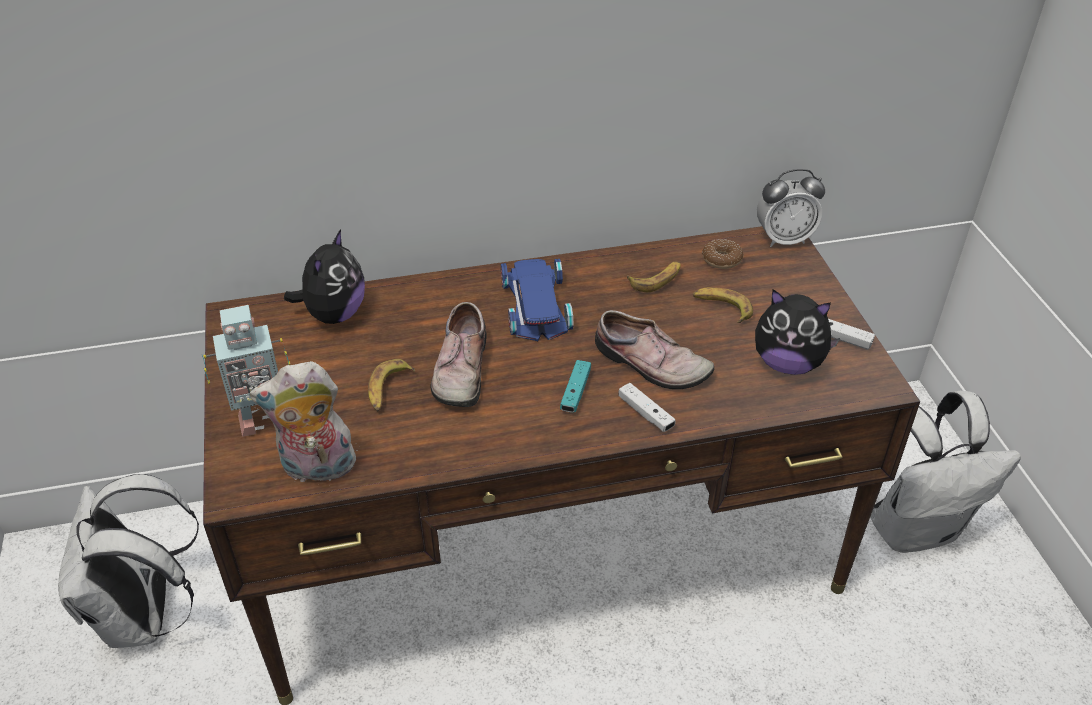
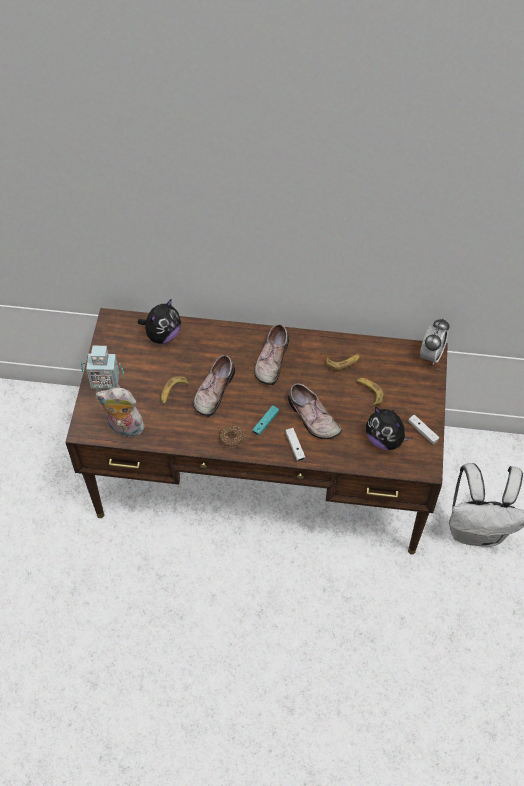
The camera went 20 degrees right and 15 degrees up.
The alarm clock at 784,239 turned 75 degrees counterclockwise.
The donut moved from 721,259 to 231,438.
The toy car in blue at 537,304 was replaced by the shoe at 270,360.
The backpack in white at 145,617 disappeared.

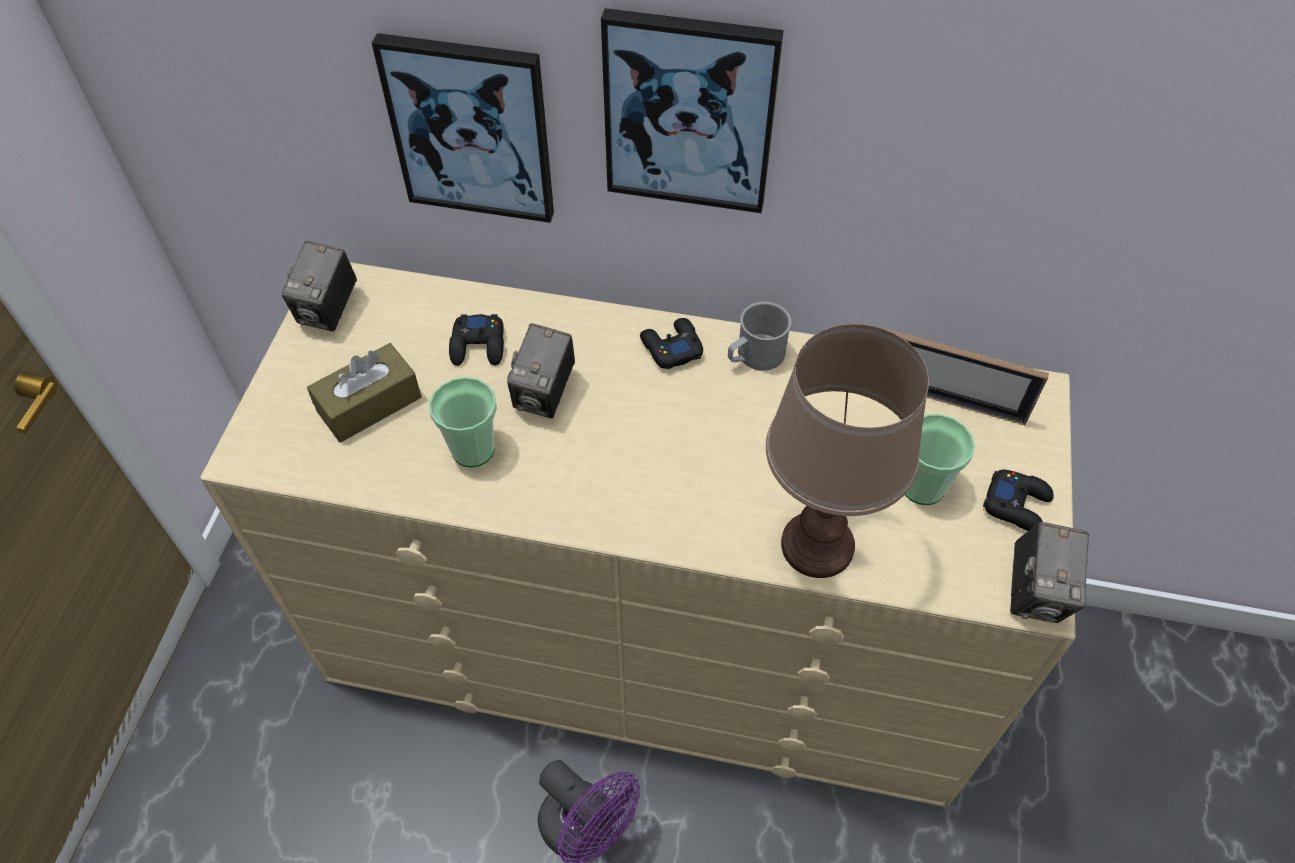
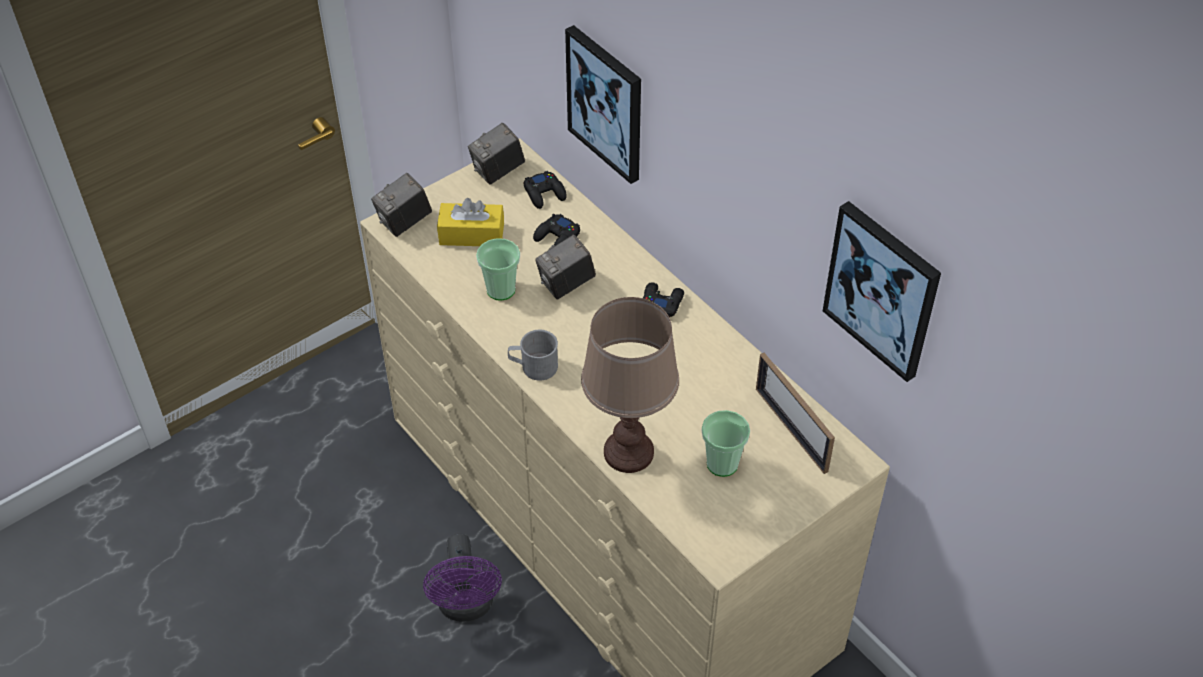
The camera went 40 degrees right and 5 degrees down.
The picture moved from 689,112 to 882,290.
The mug in grey moved from 754,356 to 533,366.
The tissue box in brown at 369,404 became the tissue box in yellow at 471,234.
The game controller in black moved from 1017,505 to 545,193.
The photo camera moved from 1036,592 to 404,222.

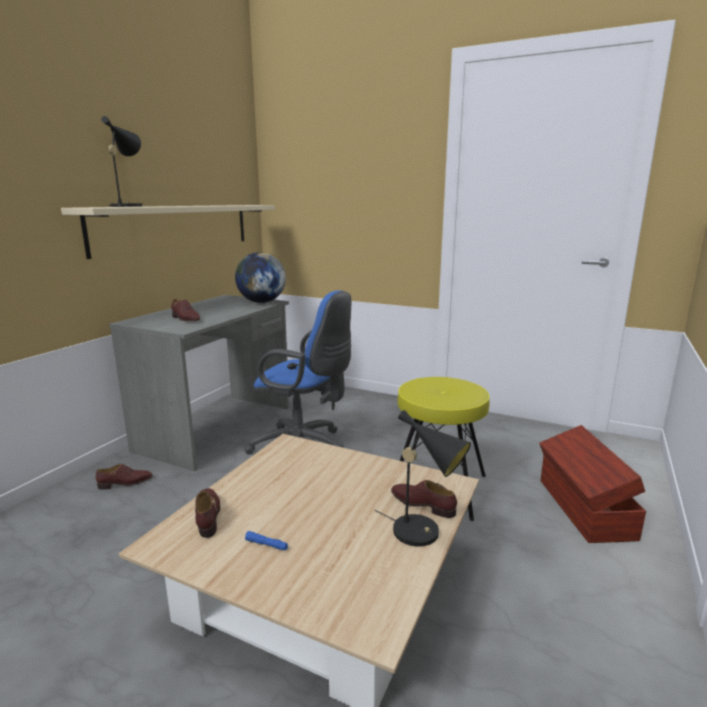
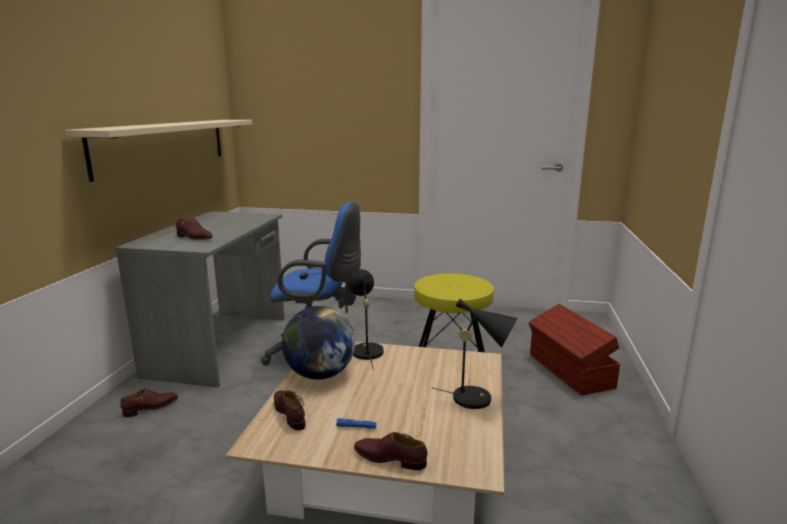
The camera went 15 degrees left and 0 degrees up.
The table lamp in black moved from 128,206 to 365,350.
The globe moved from 261,302 to 320,374.
The shoe in brown moved from 422,504 to 390,458.

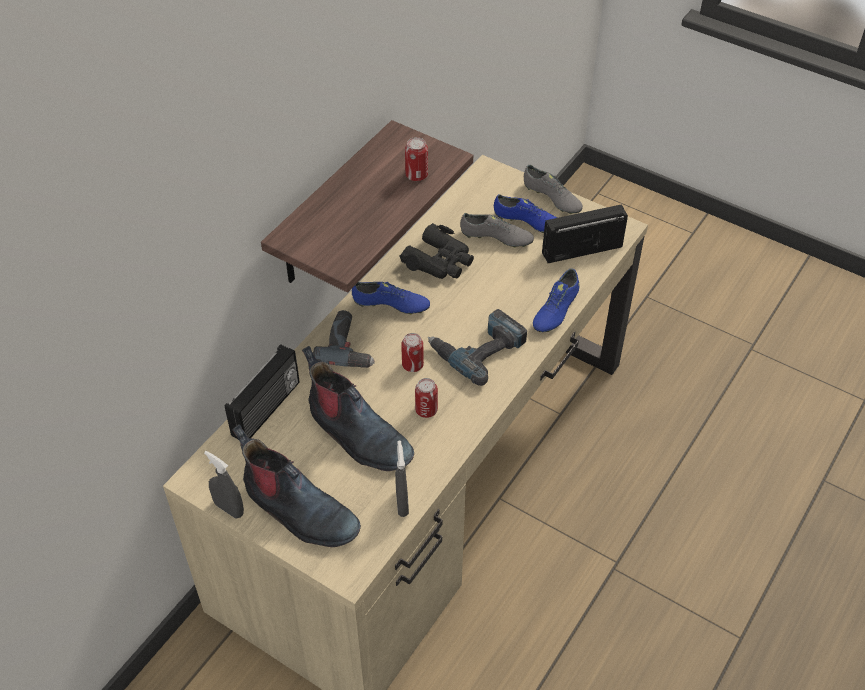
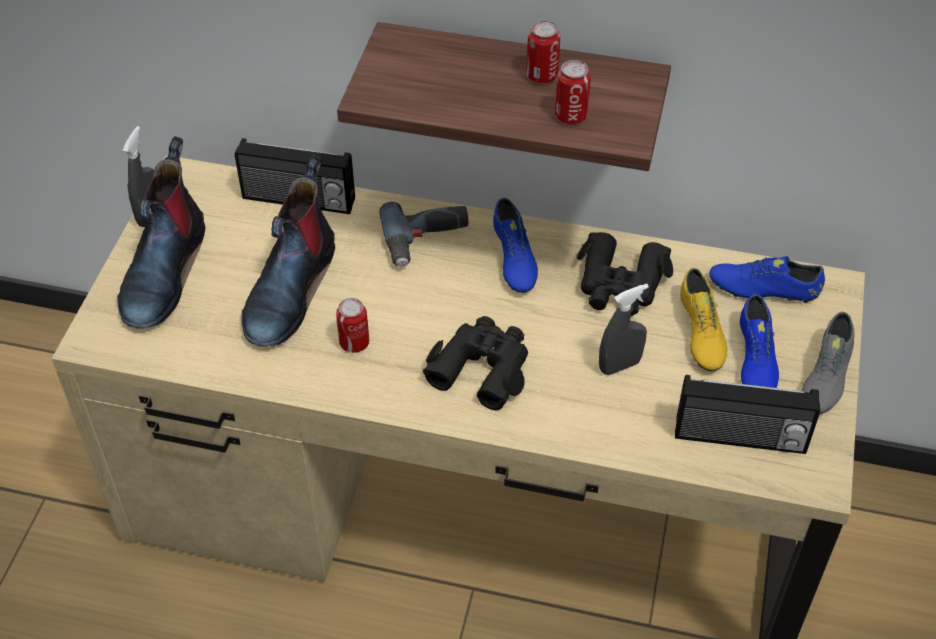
The camera went 70 degrees right and 0 degrees up.
The radio at 581,249 turned 135 degrees clockwise.
The shoe in grey at 496,238 became the shoe in yellow at 700,333.
The shoe in blue moved from 555,310 to 763,289.
The power drill at 478,348 was replaced by the binoculars in black at 482,368.
The can moved from 412,365 to 542,75.
The spray bottle in grey moved from 402,503 to 619,366.

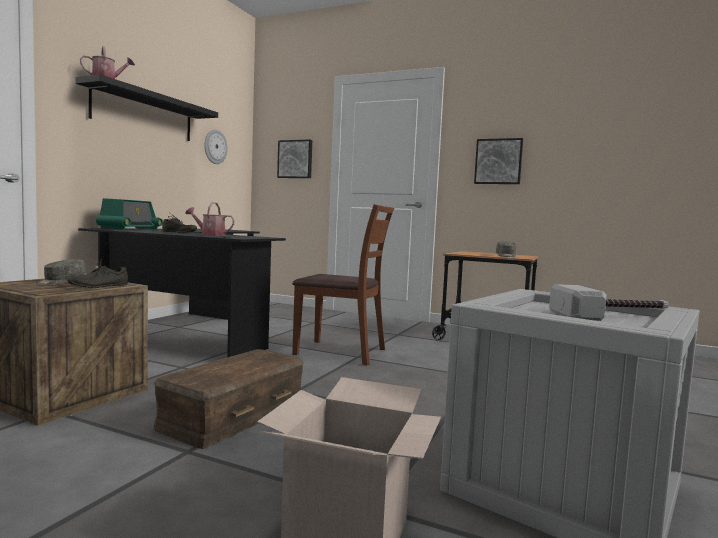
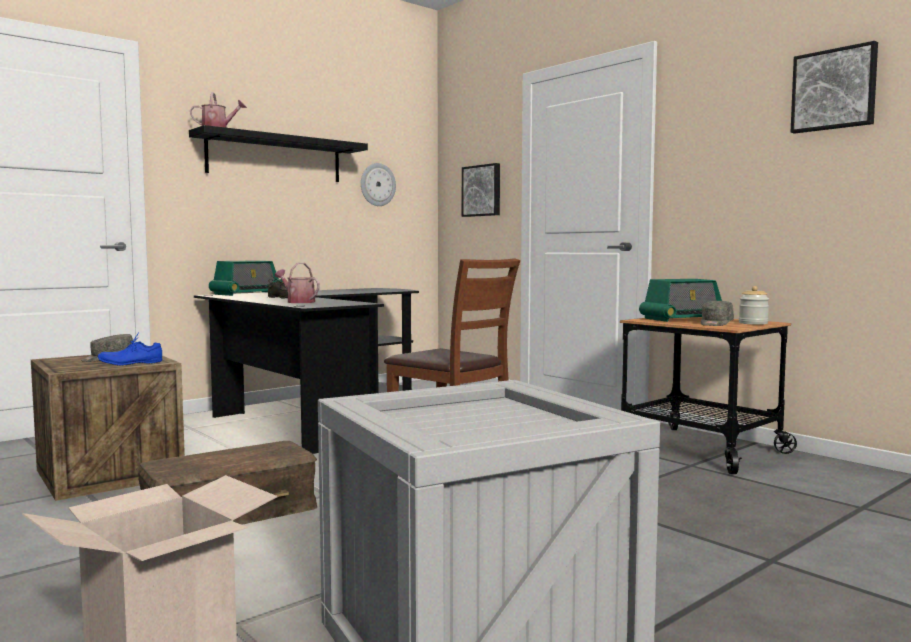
The camera went 25 degrees right and 0 degrees up.
The picture moved from 498,161 to 834,90.
The shoe in grey at 97,286 became the shoe in blue at 130,363.
The hammer at 612,317 disappeared.
The radio at 684,319 appeared.
The jar at 753,323 appeared.

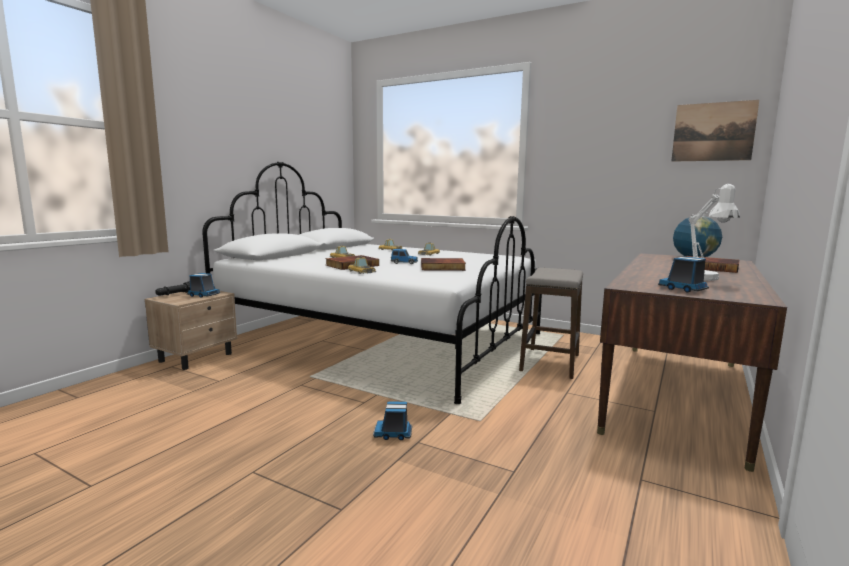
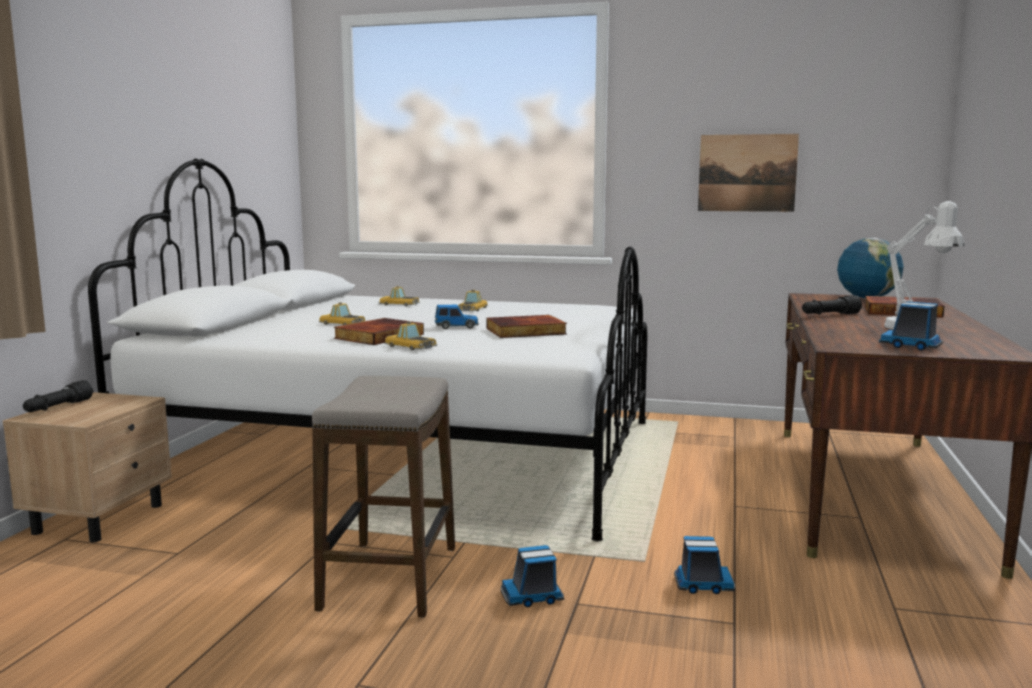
The camera went 15 degrees left and 0 degrees up.
The picture moved from 713,132 to 747,173.
The stool moved from 549,363 to 389,578.
The toy truck moved from 203,295 to 702,585.
The flashlight in black at 829,315 appeared.

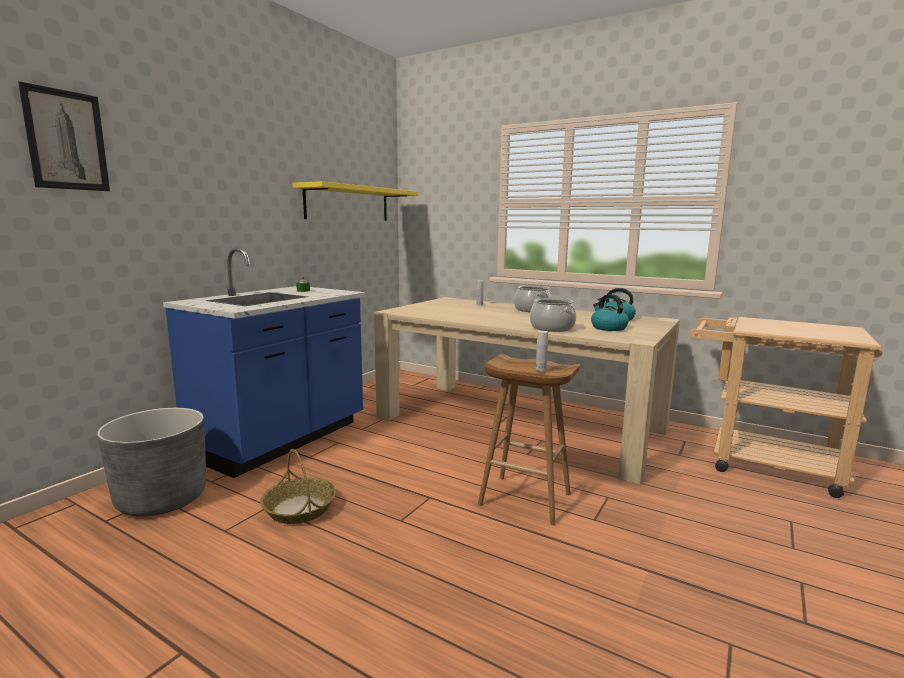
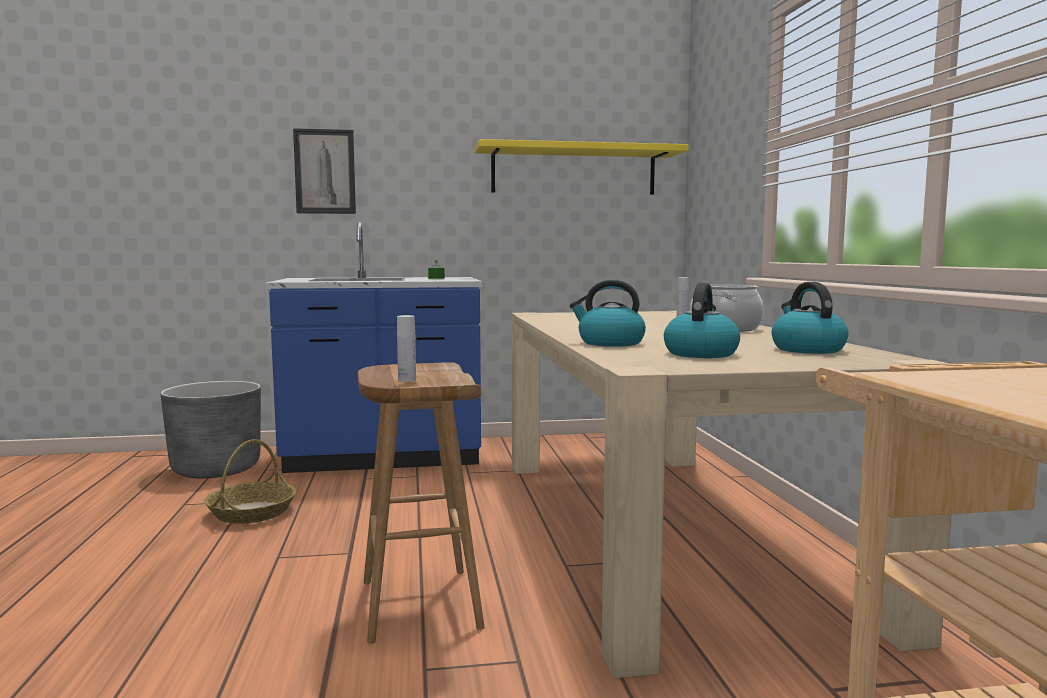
The camera went 50 degrees right and 5 degrees down.
The picture moved from 66,140 to 325,171.
The cooking pot at 552,328 was replaced by the kettle at 609,343.

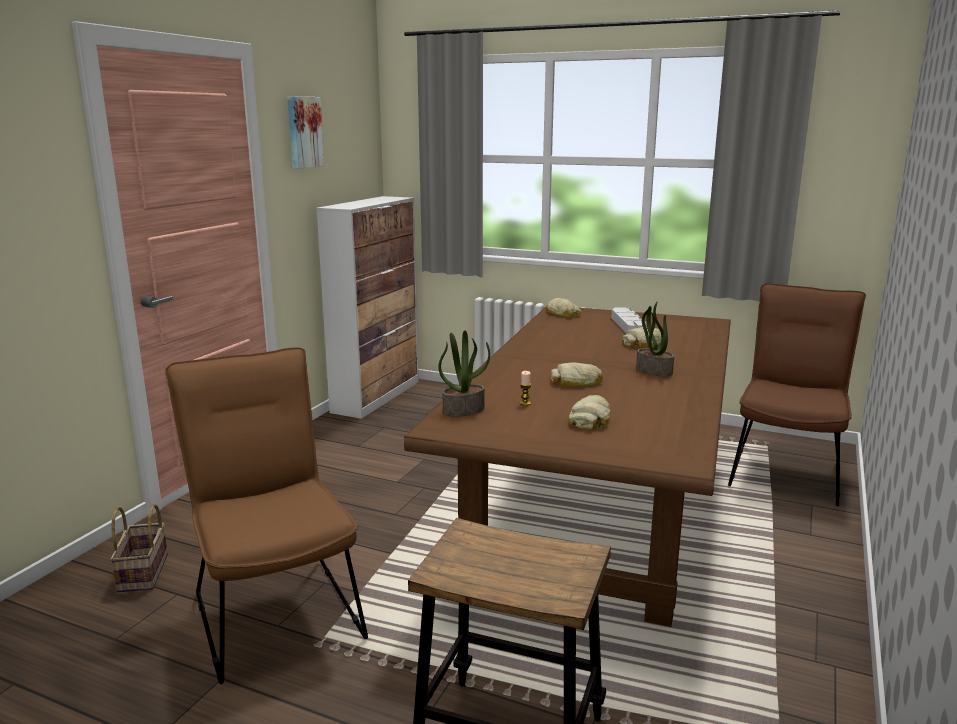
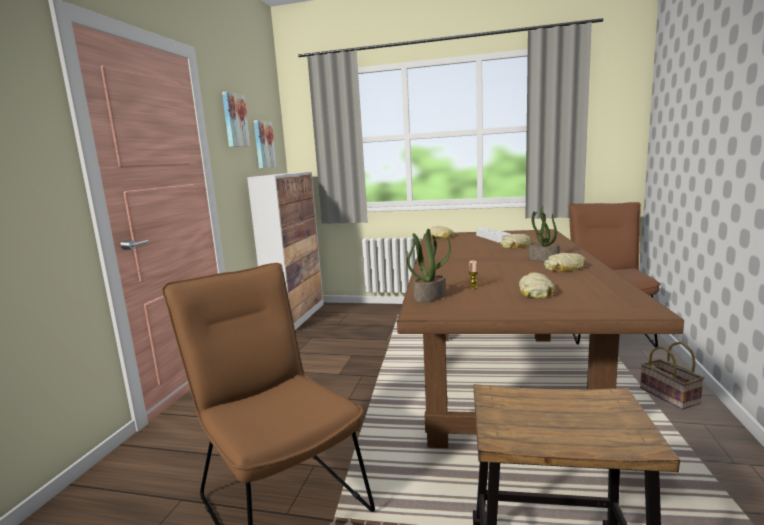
The camera went 10 degrees left and 5 degrees down.
The bread moved from 576,382 to 566,268.
The basket moved from 144,574 to 670,396.
The picture at 263,144 appeared.

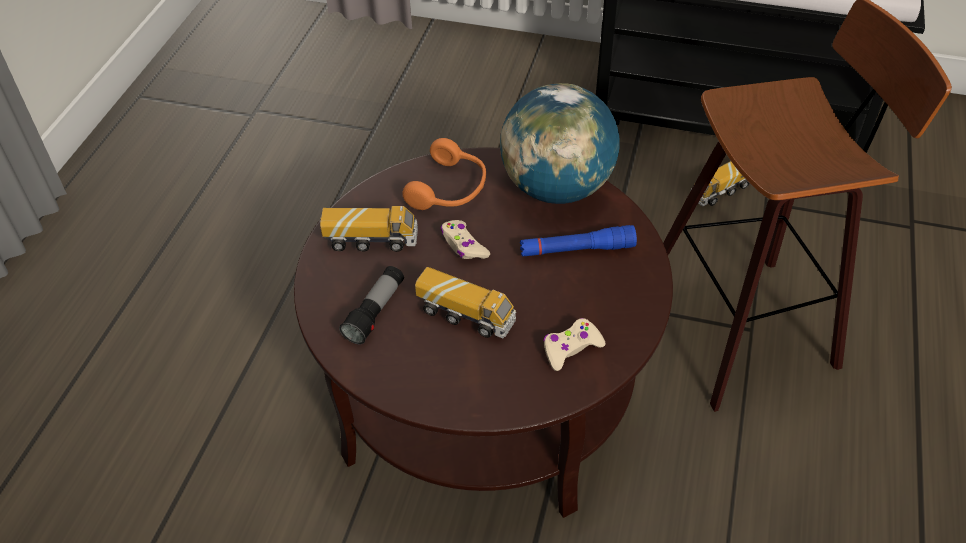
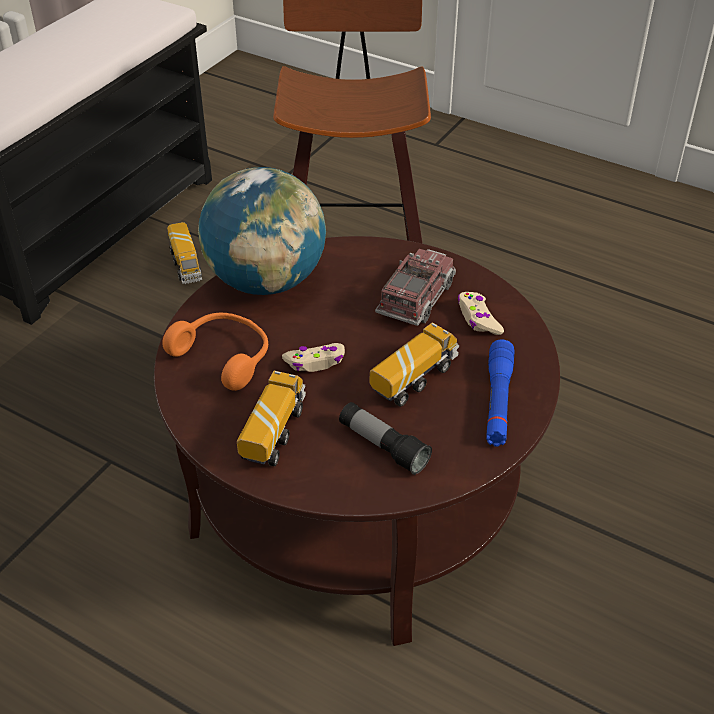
The camera went 75 degrees left and 5 degrees down.
The flashlight in blue moved from 577,249 to 498,401.
The toy truck at 416,299 appeared.

